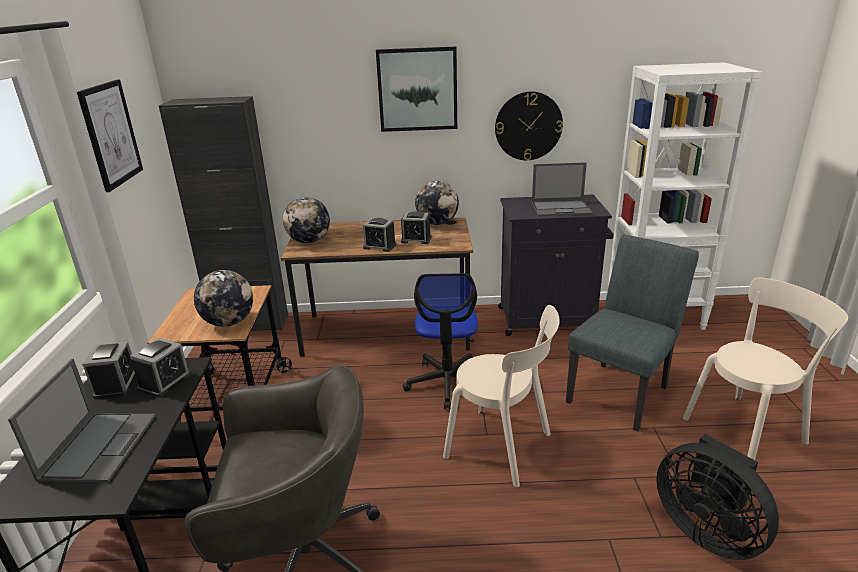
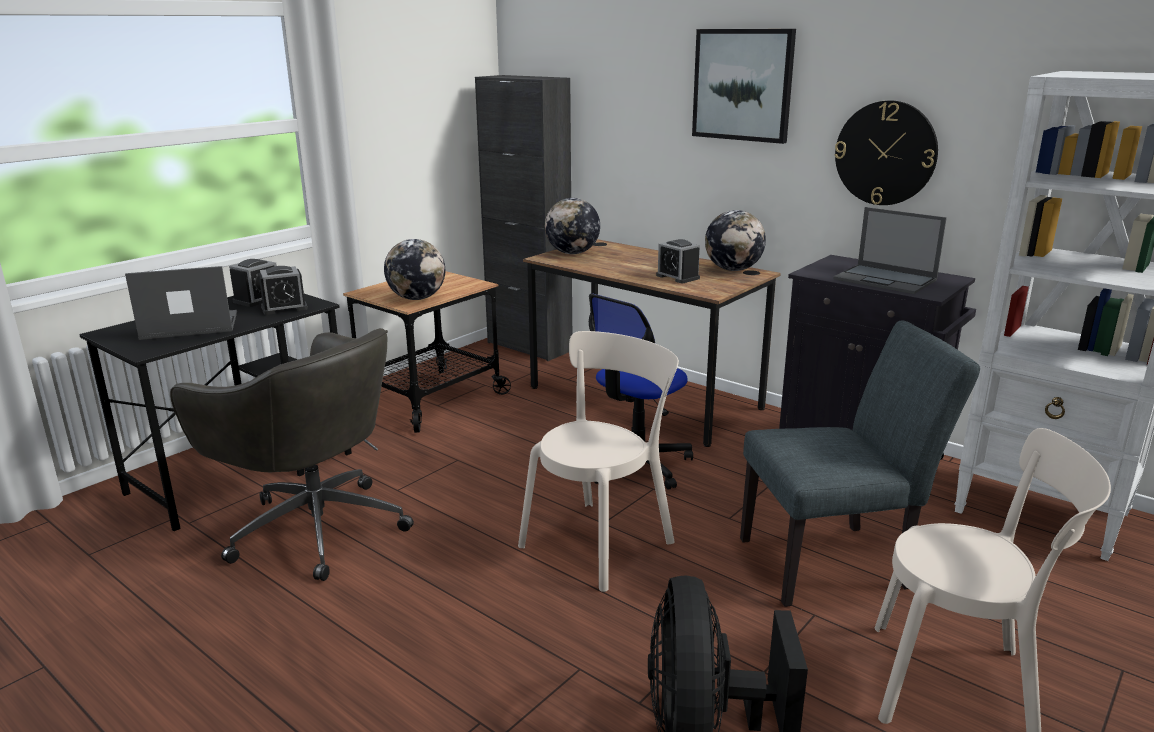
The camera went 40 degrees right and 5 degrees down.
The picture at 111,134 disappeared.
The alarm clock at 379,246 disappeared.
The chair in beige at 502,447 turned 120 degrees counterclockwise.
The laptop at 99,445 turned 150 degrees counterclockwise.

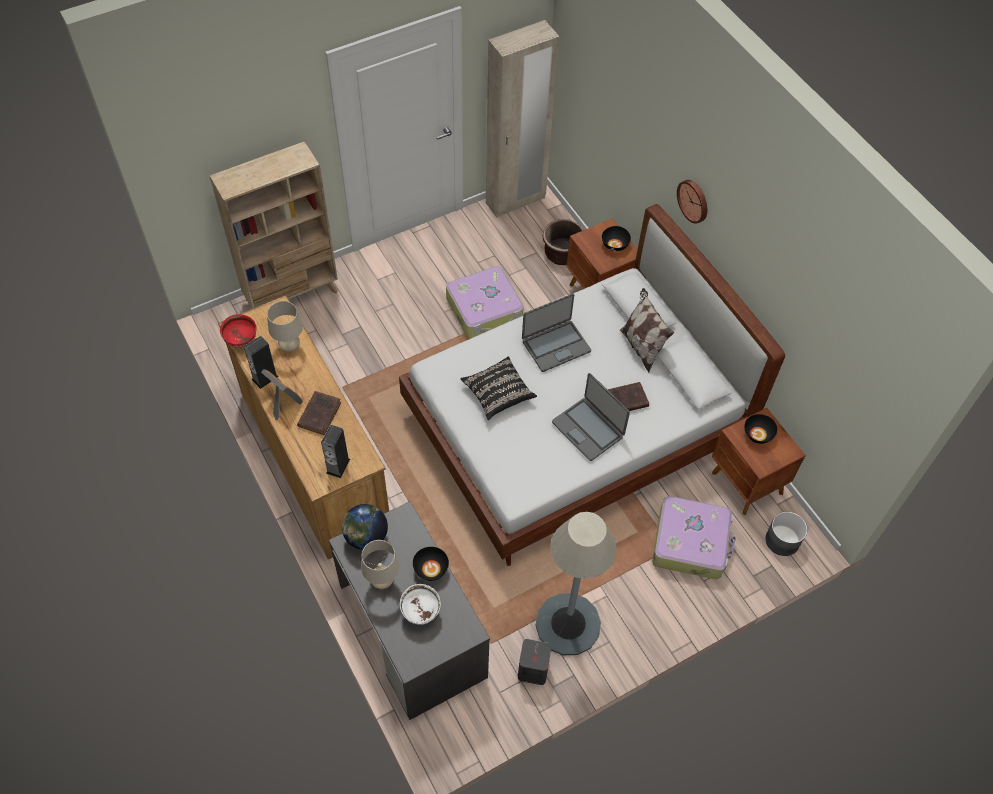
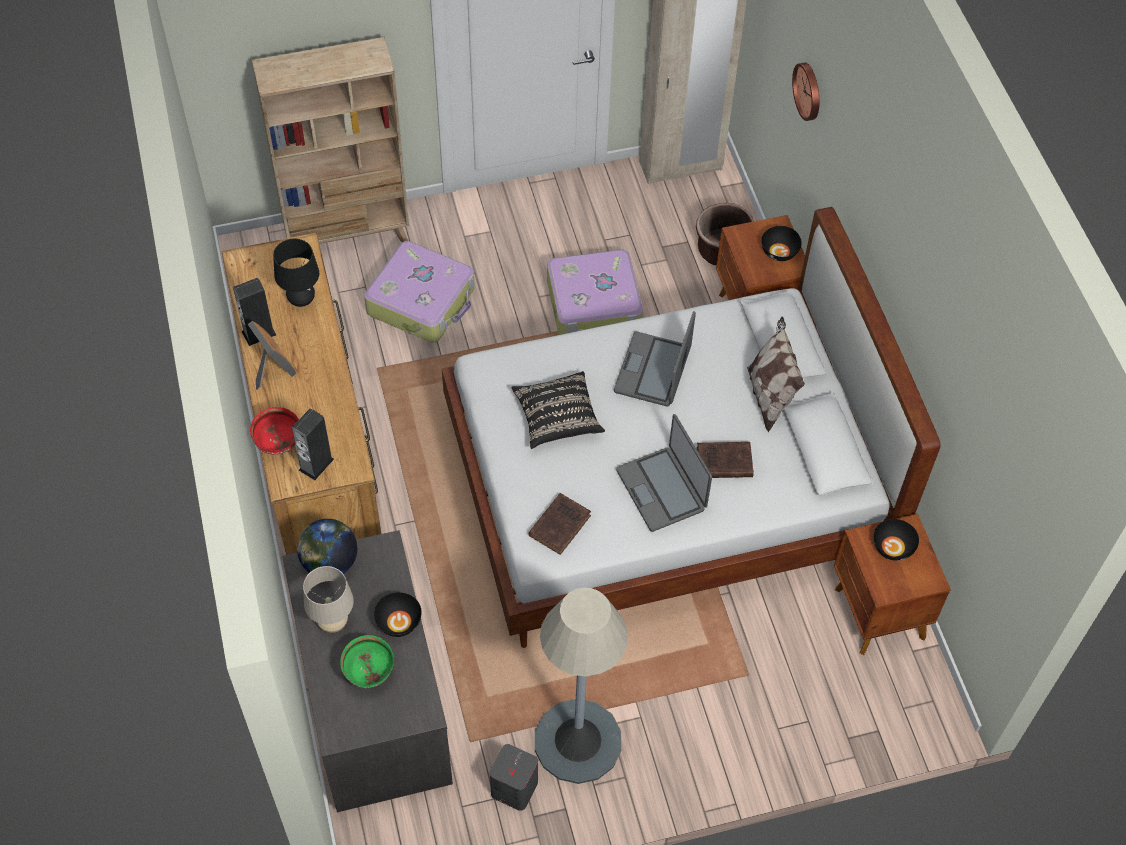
The camera went 15 degrees right and 0 degrees up.
The wall clock moved from 694,200 to 809,91.
The laptop at 555,345 turned 120 degrees clockwise.
The table lamp in beige at 290,347 became the table lamp in black at 301,300.
The bowl in red moved from 241,341 to 279,443.
The book in brown moved from 320,413 to 560,524.
The suitcase moved from 691,542 to 422,301.
The planter in grey at 782,540 disappeared.
The bowl in white at 421,612 became the bowl in green at 370,673.

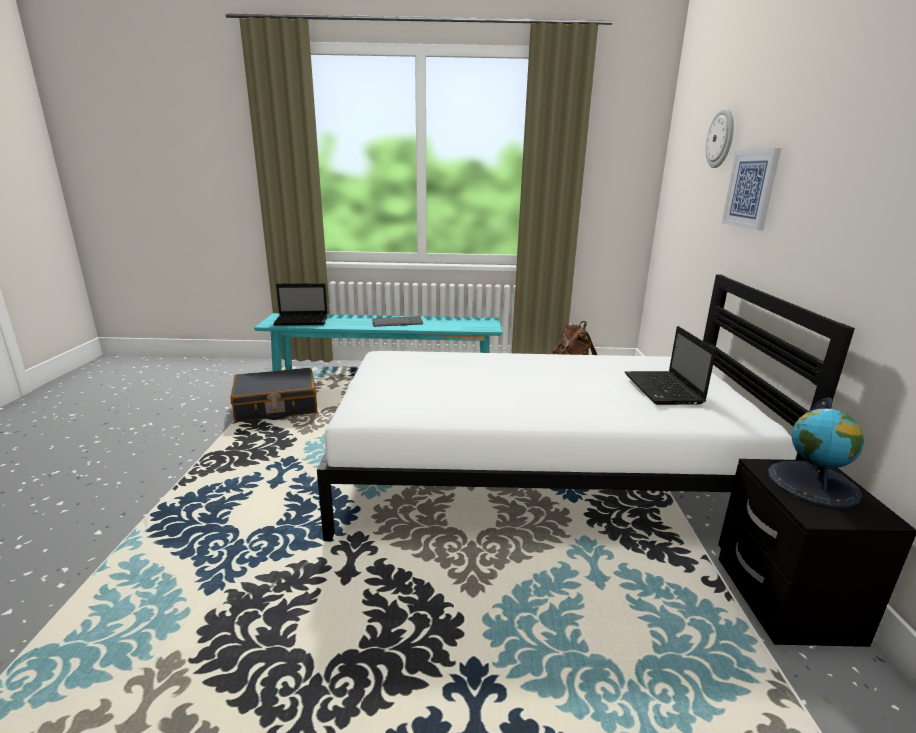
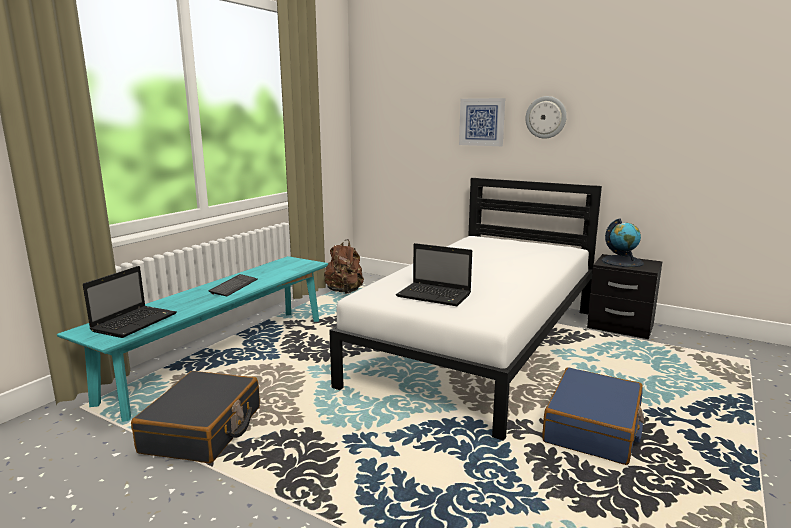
The camera went 60 degrees left and 5 degrees down.
The wall clock moved from 721,138 to 546,117.
The laptop moved from 664,389 to 435,296.
The suitcase in blue at 593,428 appeared.

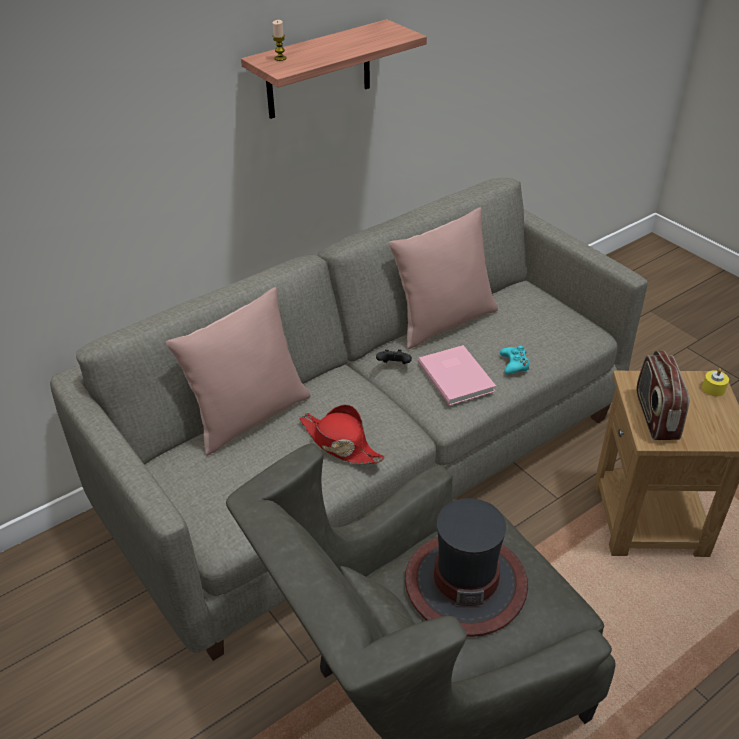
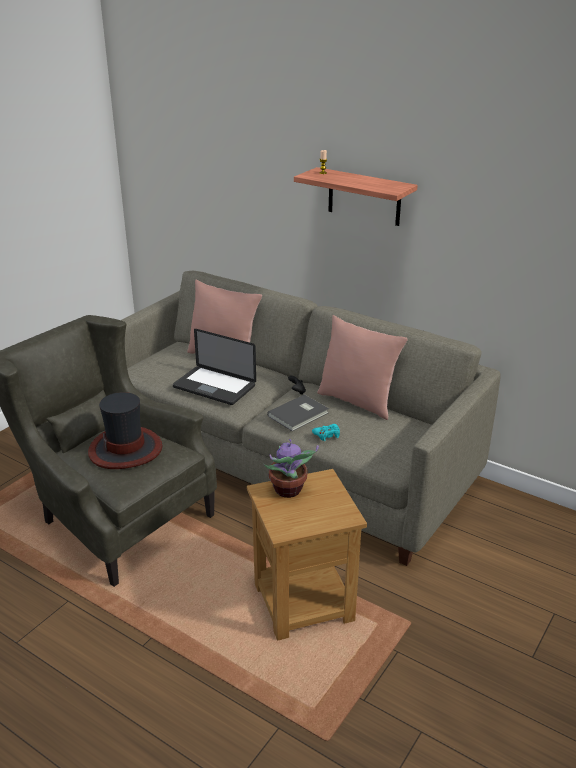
The camera went 70 degrees right and 10 degrees down.
The book in pink at 457,376 became the book in grey at 300,414.
The radio at 655,416 was replaced by the potted plant at 288,490.
The candle in yellow at 713,388 disappeared.
The hat in red at 340,443 was replaced by the laptop at 214,386.

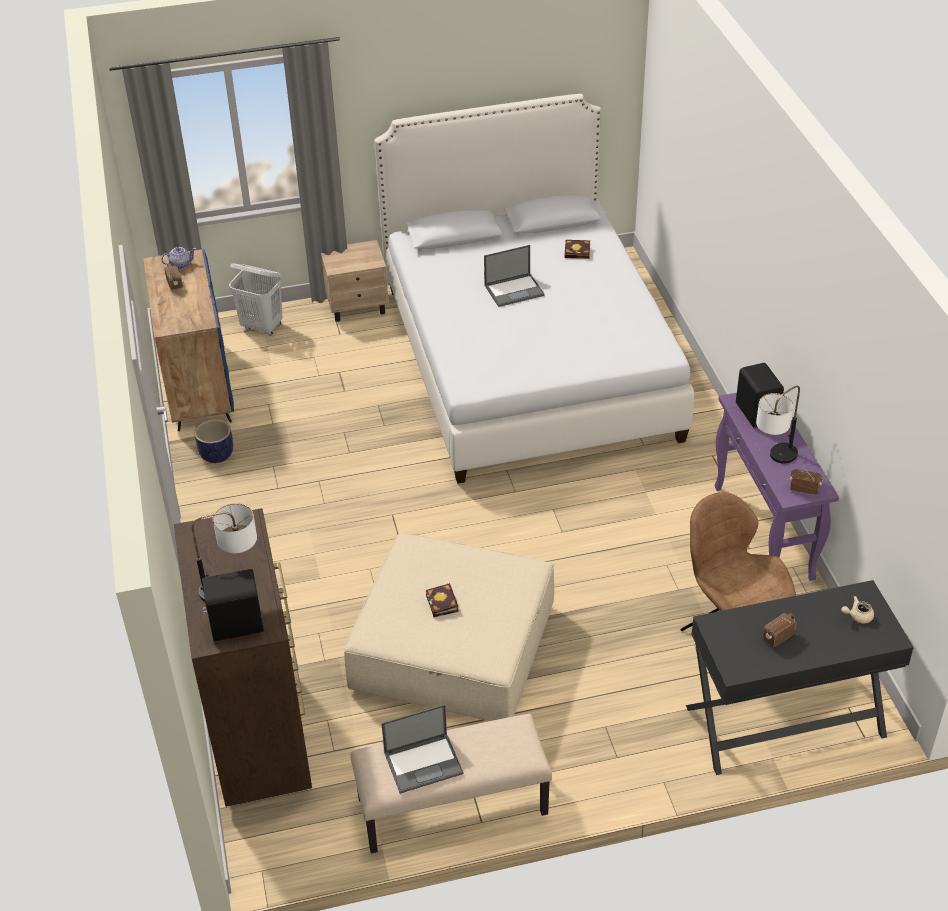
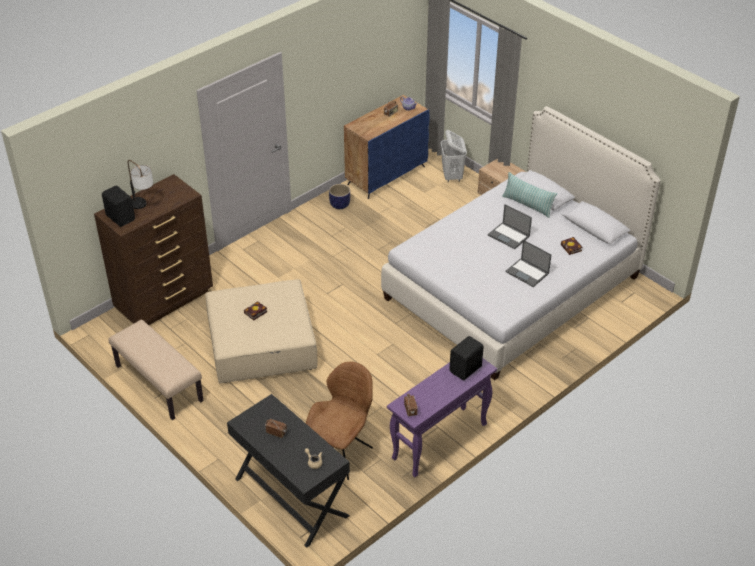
The camera went 60 degrees right and 0 degrees up.
The table lamp at 773,460 disappeared.
The laptop moved from 424,762 to 527,273.
The pillow at 527,205 appeared.

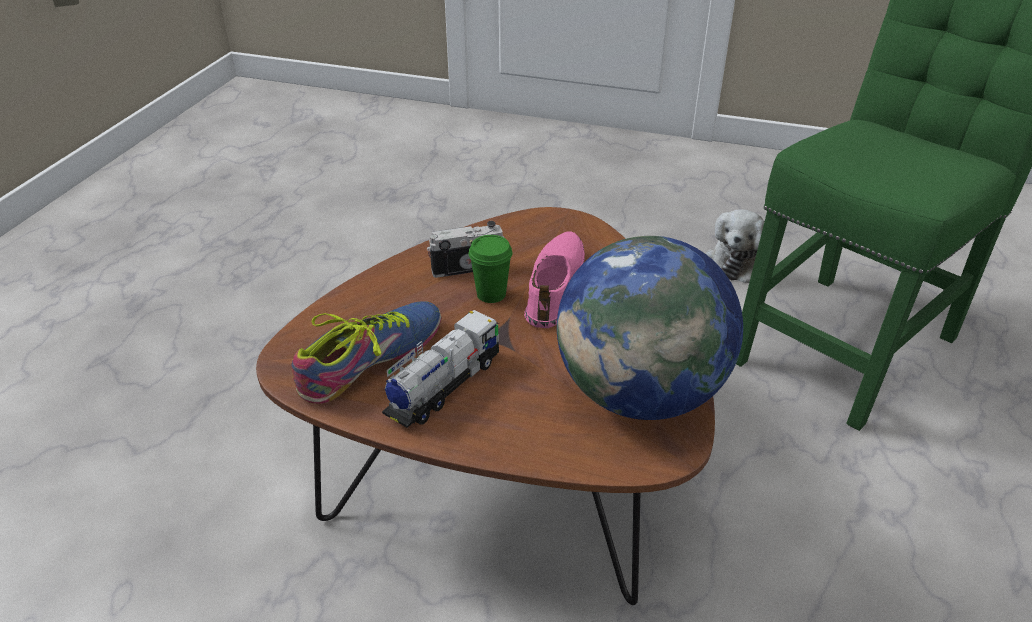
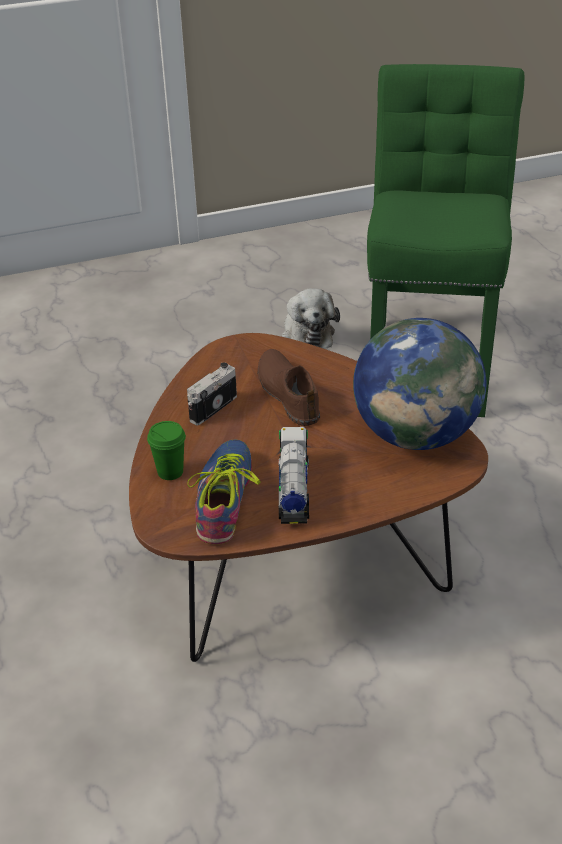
The camera went 35 degrees left and 0 degrees up.
The shoe in pink at 555,286 became the shoe in brown at 289,393.
The cup in green moved from 491,294 to 170,472.

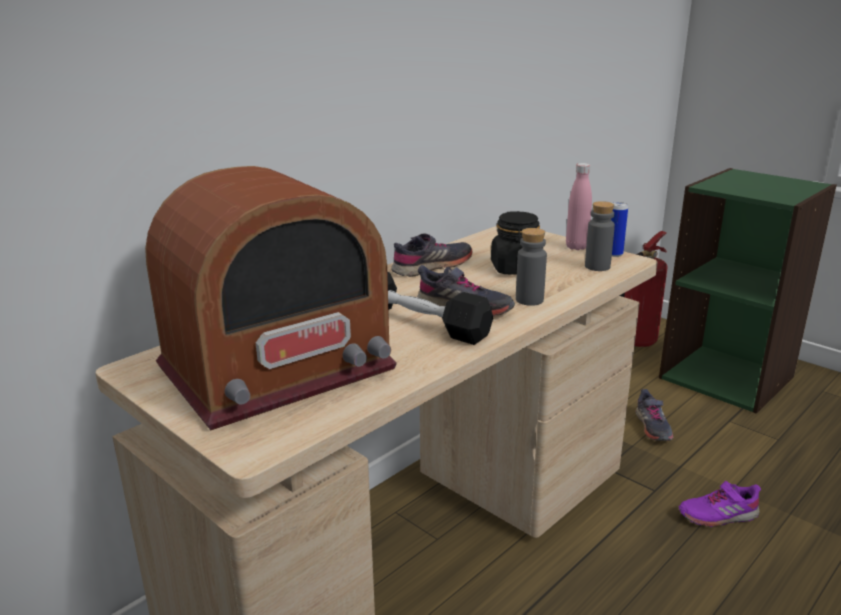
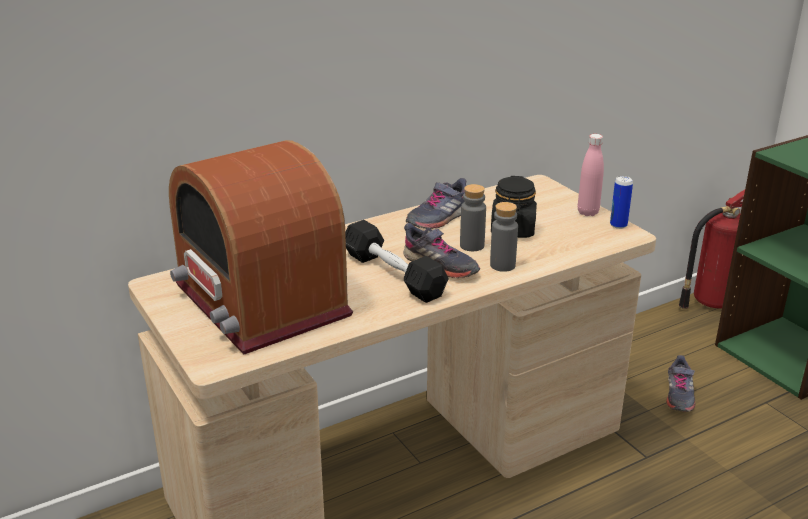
The camera went 15 degrees right and 5 degrees up.
The radio at 277,368 turned 75 degrees clockwise.
The bottle in grey moved from 597,267 to 472,245.
The shoe in grey at 432,267 turned 150 degrees clockwise.
The shoe in purple at 717,515 disappeared.

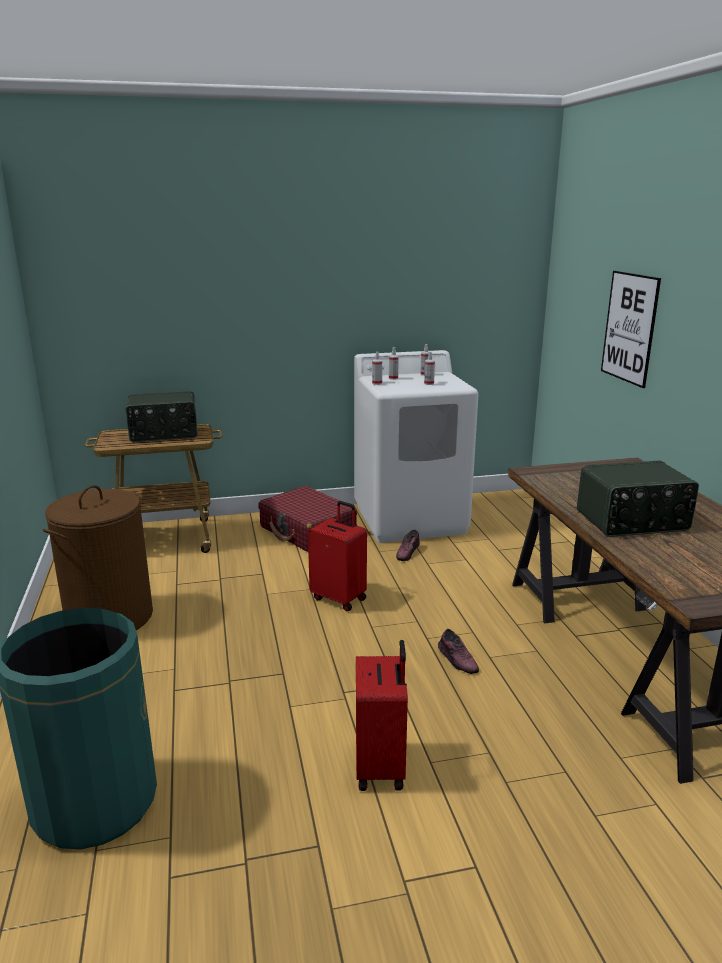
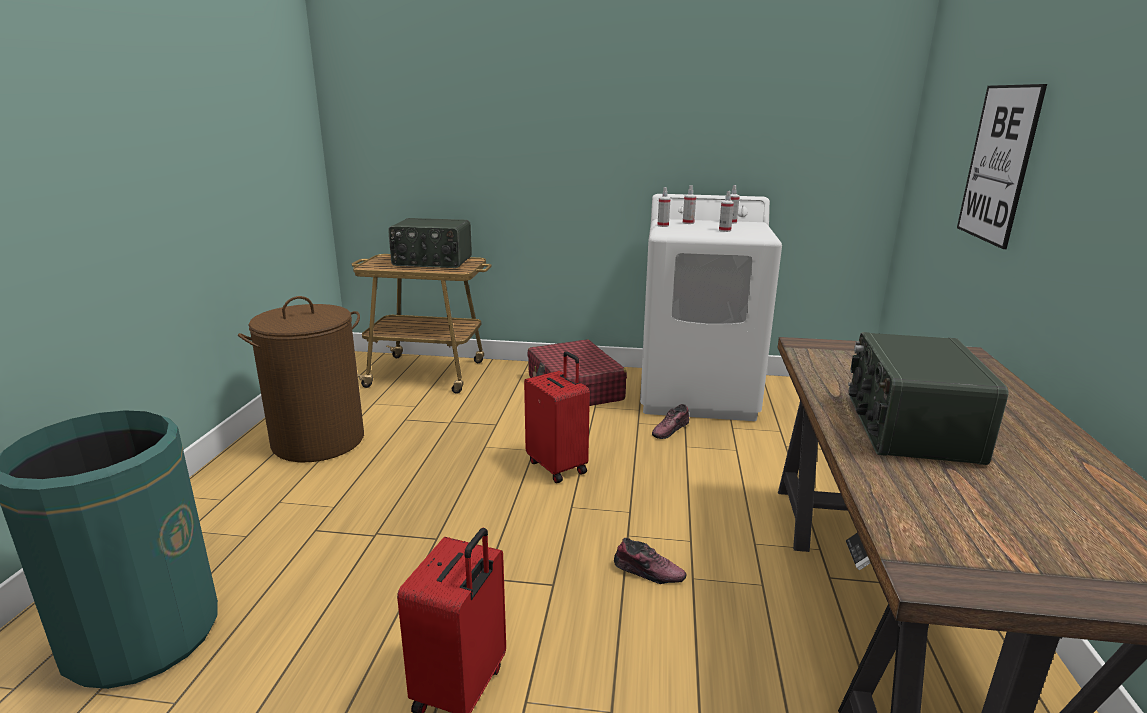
The camera went 20 degrees right and 0 degrees up.
The radio at 632,521 turned 90 degrees clockwise.
The shoe at 457,660 turned 60 degrees counterclockwise.

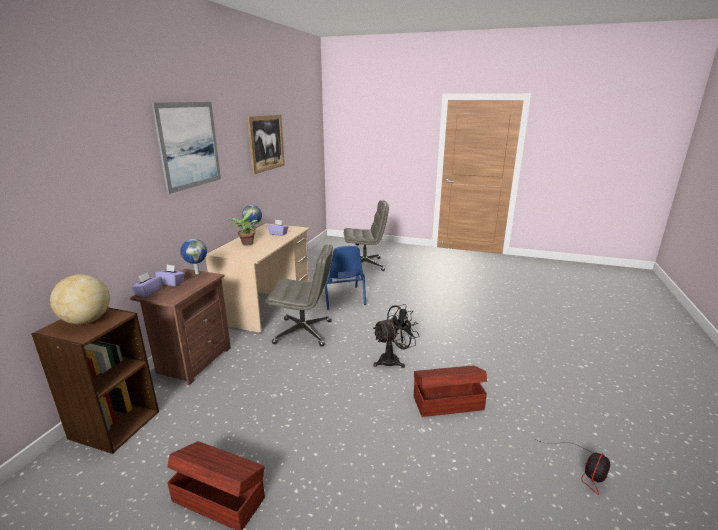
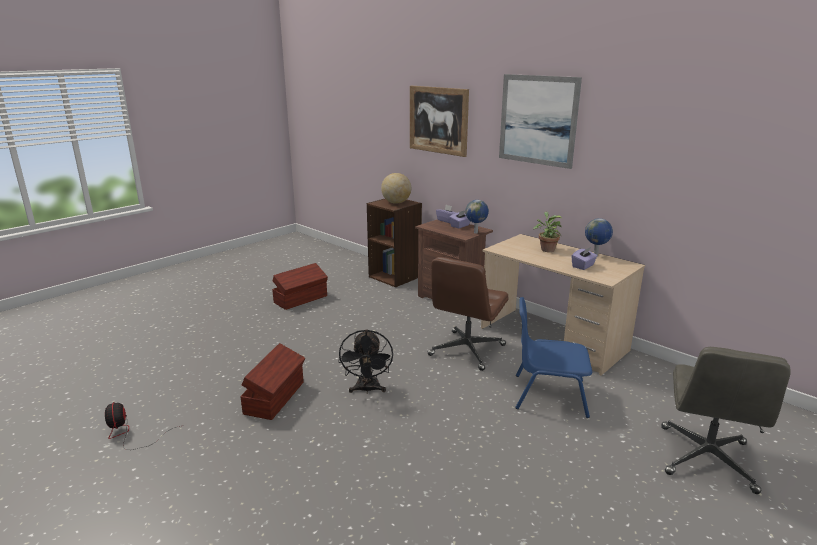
The camera went 115 degrees right and 0 degrees up.
The picture moved from 266,142 to 438,120.
The office chair in grey at 304,332 became the office chair in brown at 467,351.

